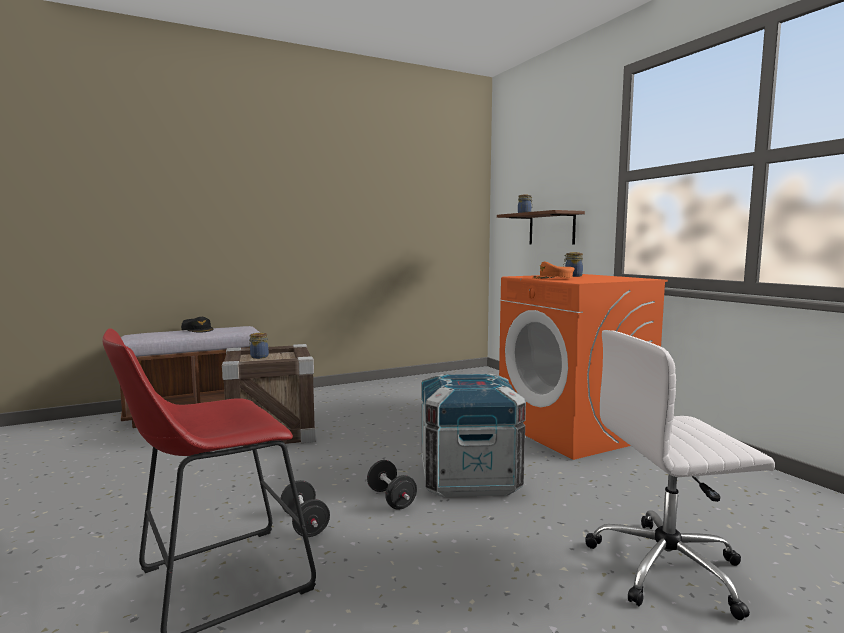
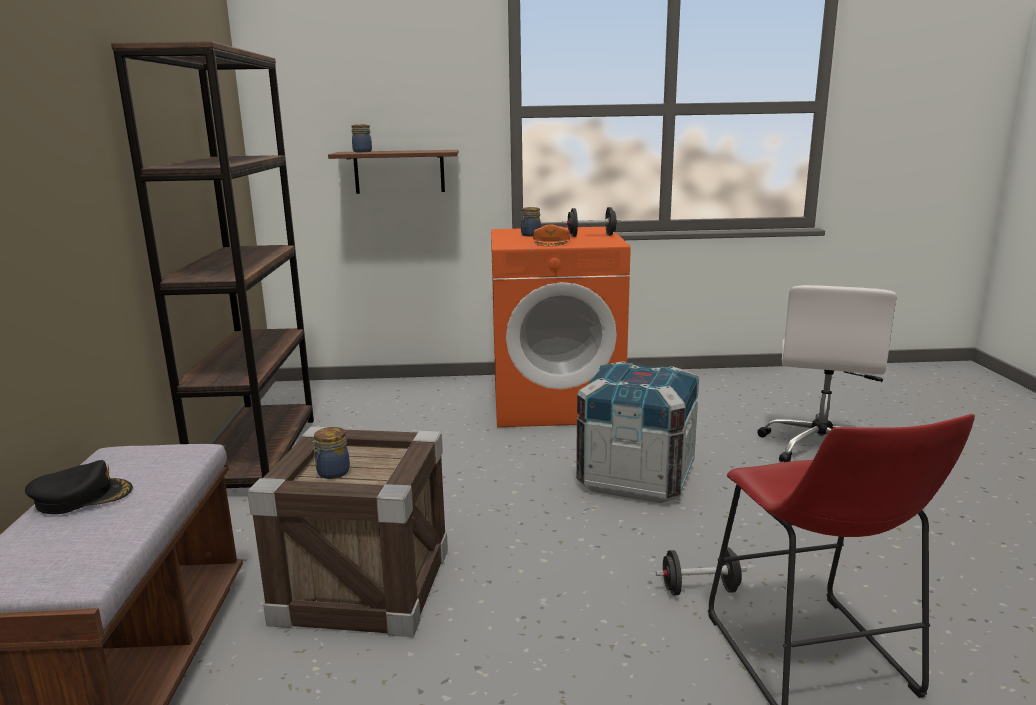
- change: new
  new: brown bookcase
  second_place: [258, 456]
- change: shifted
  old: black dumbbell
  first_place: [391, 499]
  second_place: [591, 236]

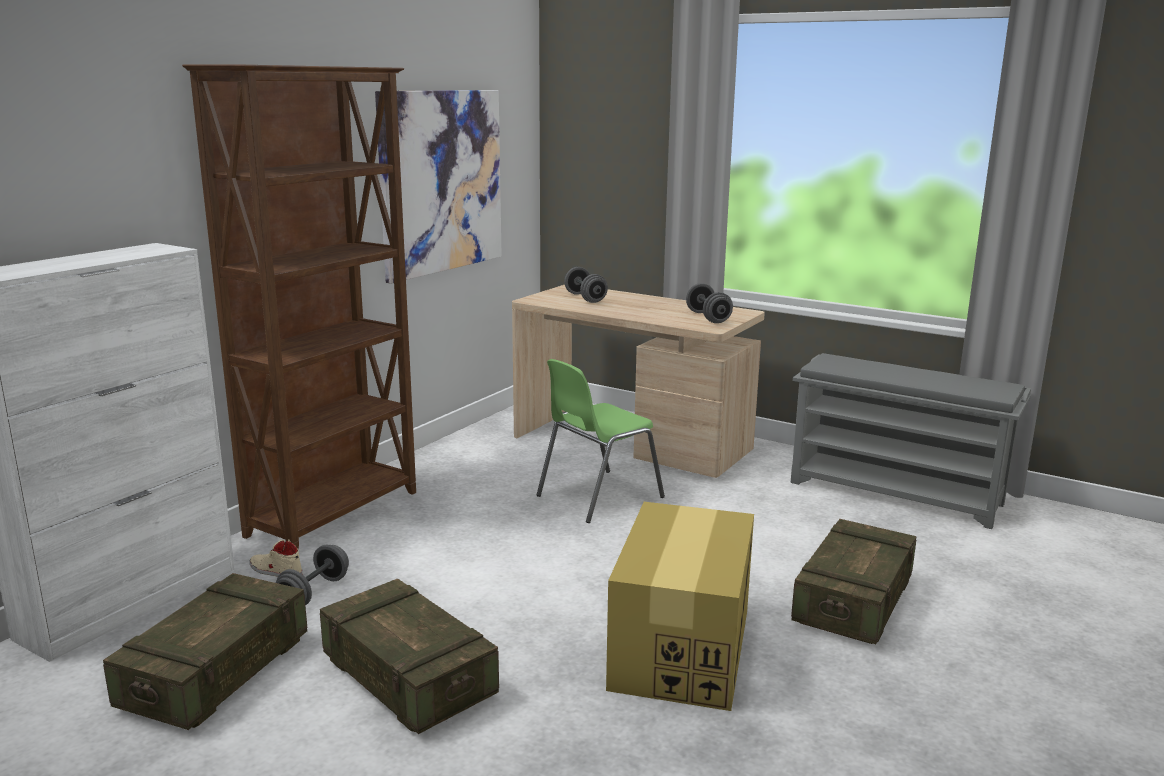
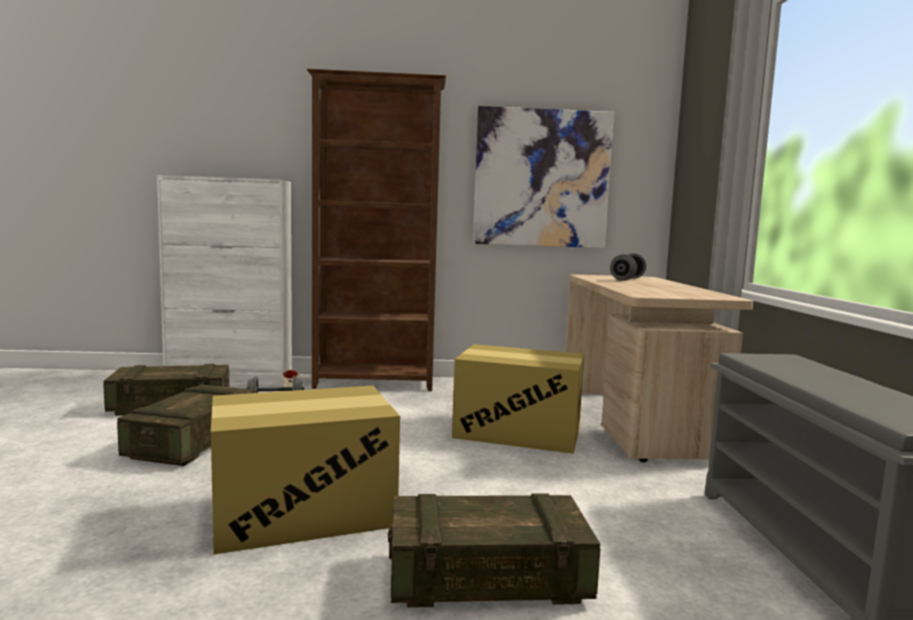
- change: swapped
  old: green chair
  new: cardboard box
  first_place: [597, 496]
  second_place: [517, 432]
- change: gone
  old: grey dumbbell
  first_place: [708, 317]

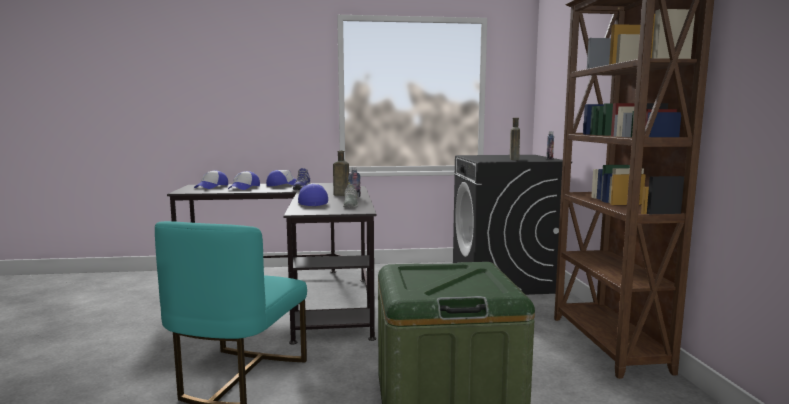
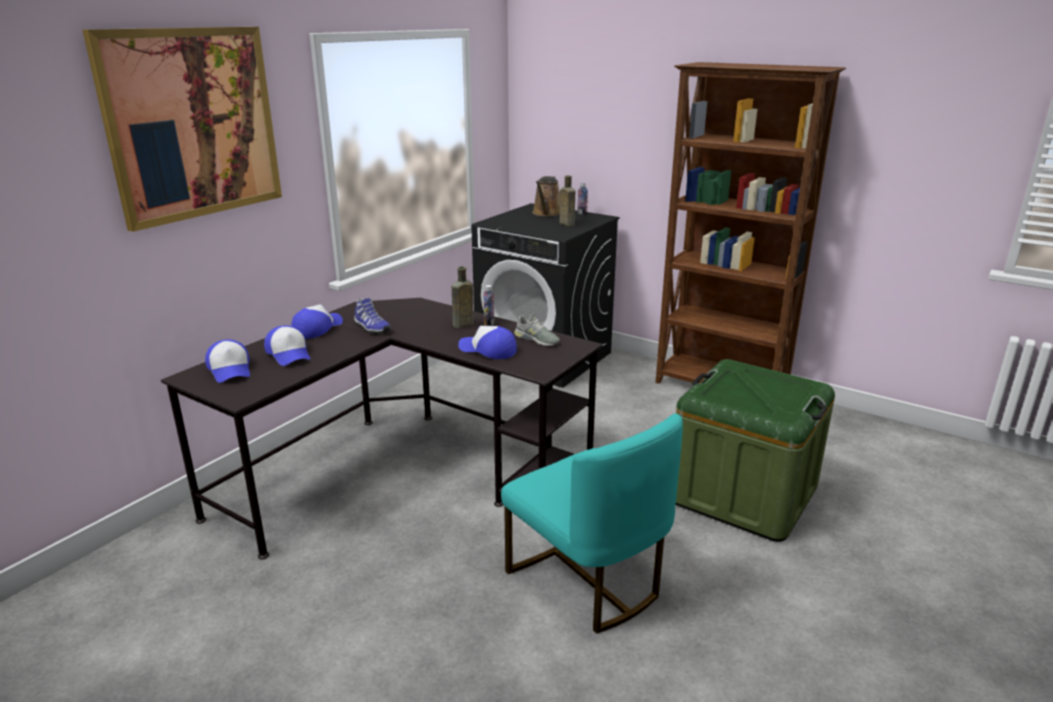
- change: new
  new: picture
  second_place: [193, 124]
- change: new
  new: brown watering can
  second_place: [547, 213]

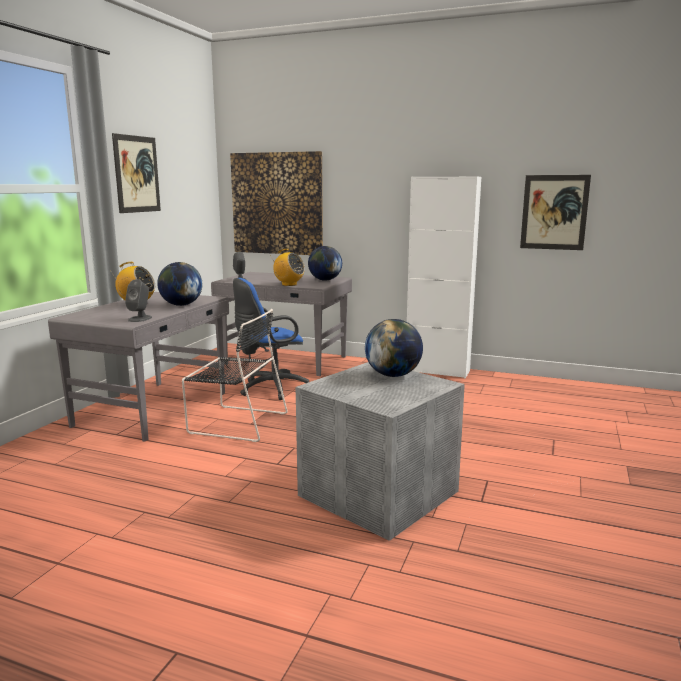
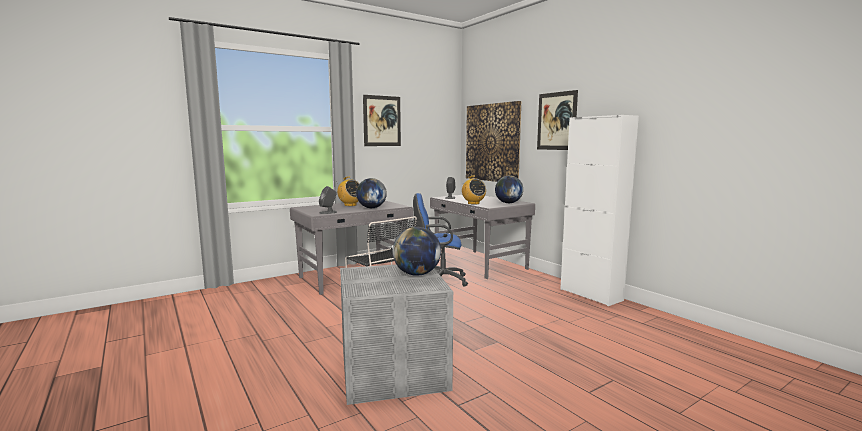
- change: shifted
  old: picture
  first_place: [554, 212]
  second_place: [556, 121]

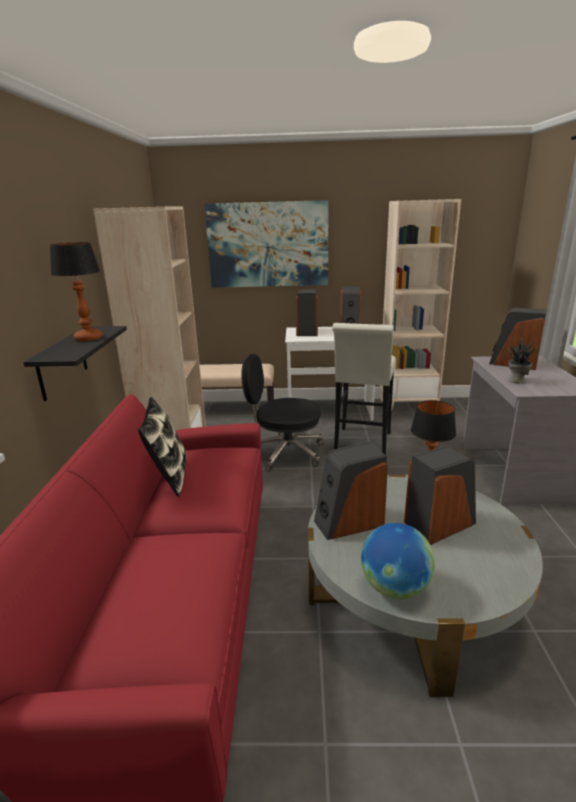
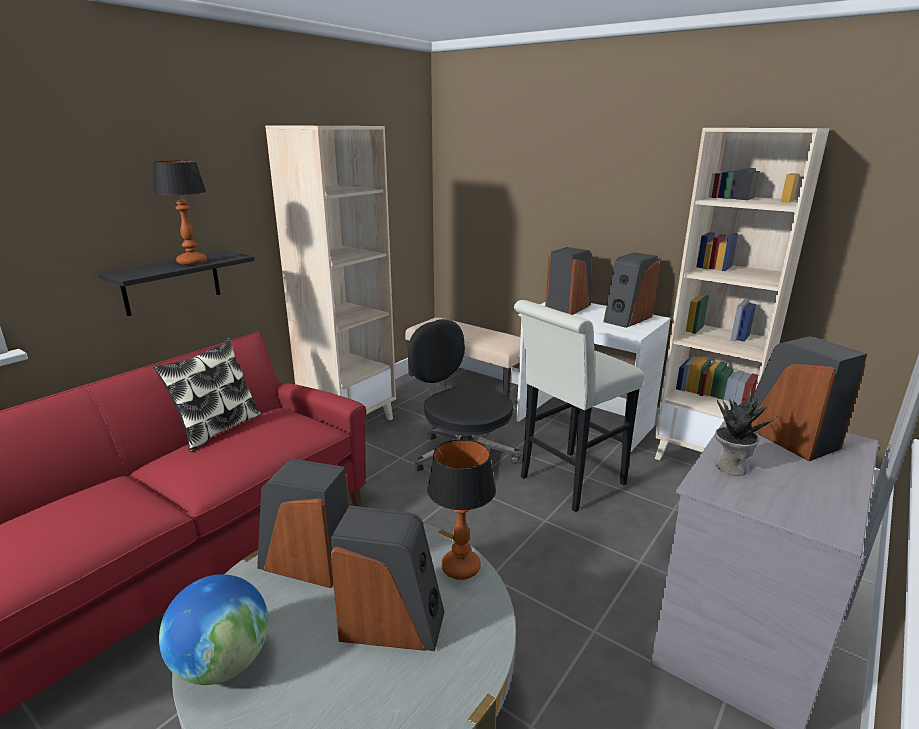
- change: gone
  old: picture
  first_place: [268, 245]

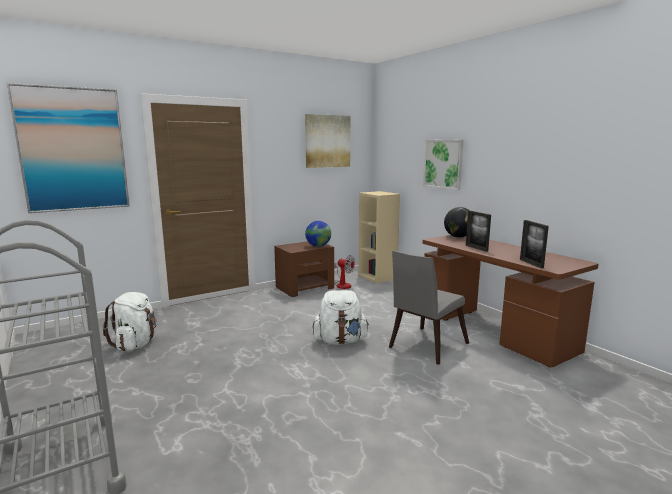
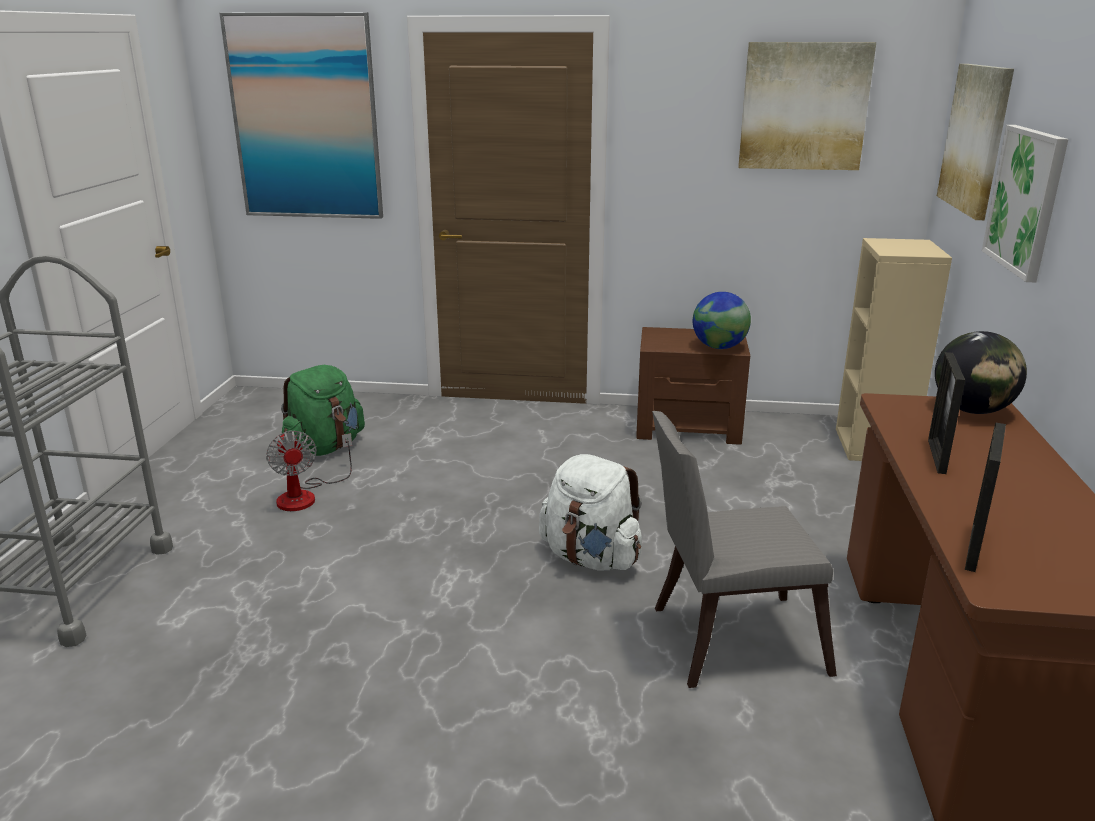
- change: shifted
  old: fan
  first_place: [342, 284]
  second_place: [306, 495]
- change: repainted
  old: white backpack
  new: green backpack
  first_place: [136, 344]
  second_place: [324, 448]
- change: new
  new: picture
  second_place: [975, 138]

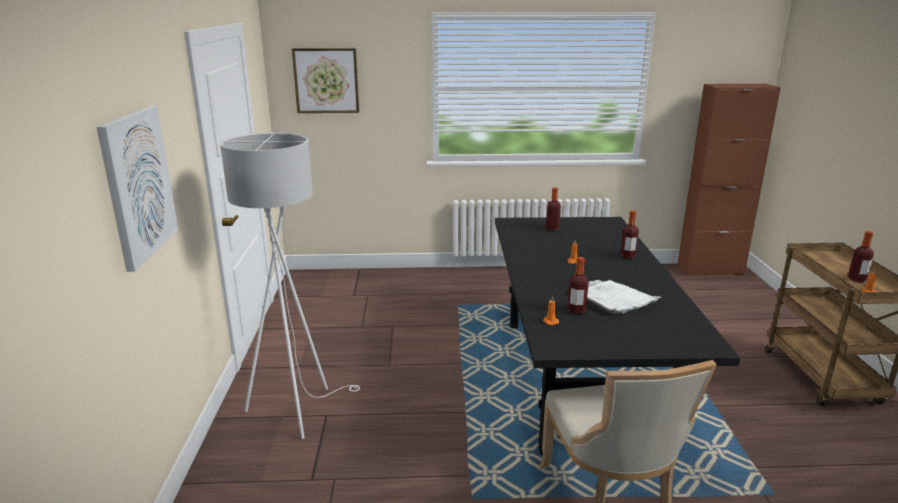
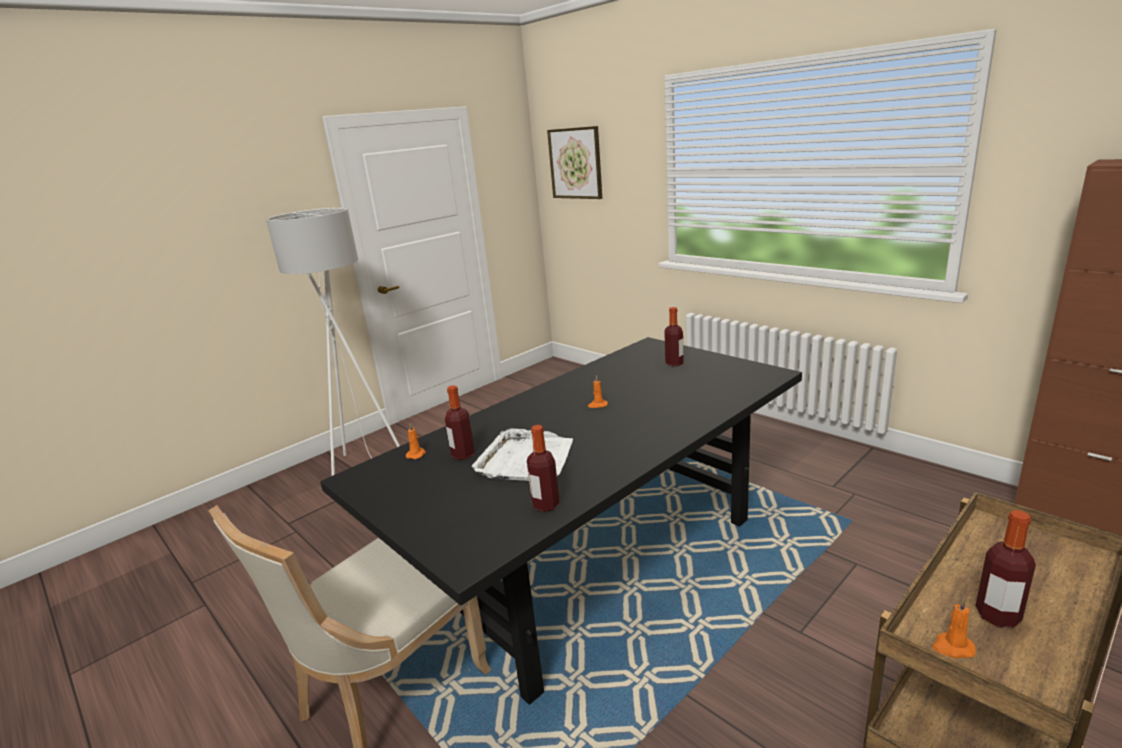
- change: shifted
  old: bottle
  first_place: [627, 256]
  second_place: [545, 505]
- change: gone
  old: picture
  first_place: [138, 185]

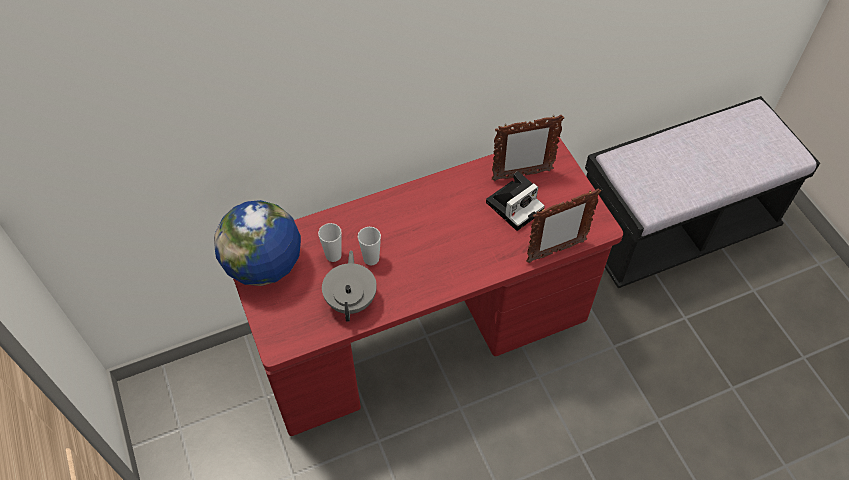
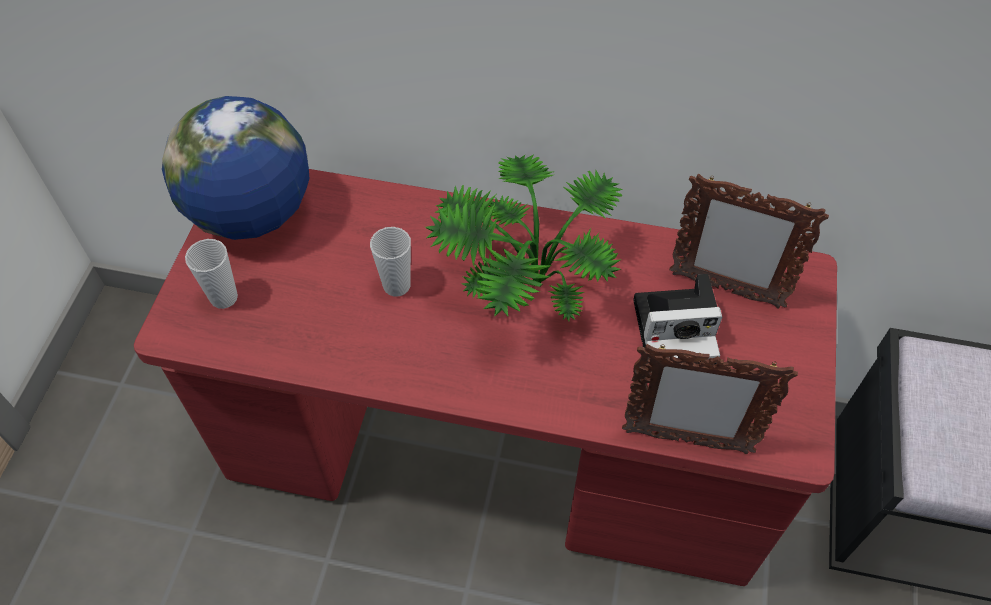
- change: shifted
  old: cup
  first_place: [333, 255]
  second_place: [224, 297]
- change: new
  new: potted plant
  second_place: [524, 282]
- change: gone
  old: grey teapot
  first_place: [351, 300]

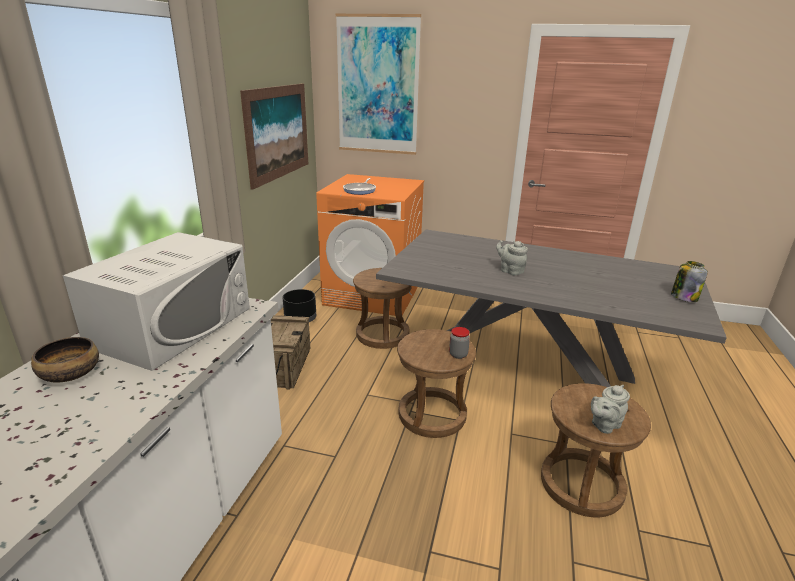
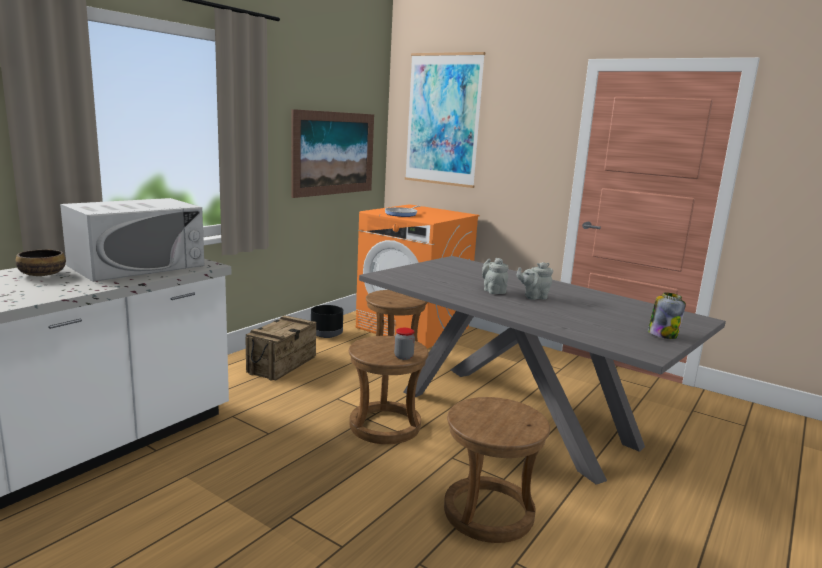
- change: shifted
  old: grey teapot
  first_place: [604, 425]
  second_place: [533, 297]

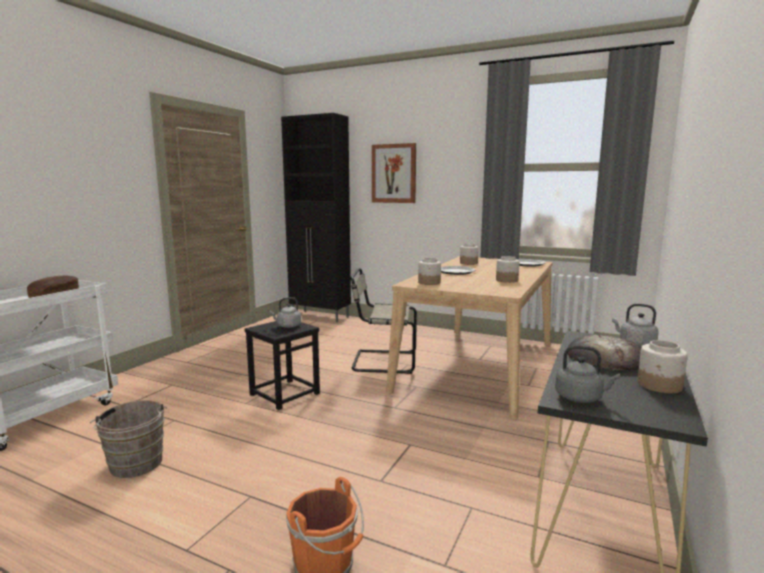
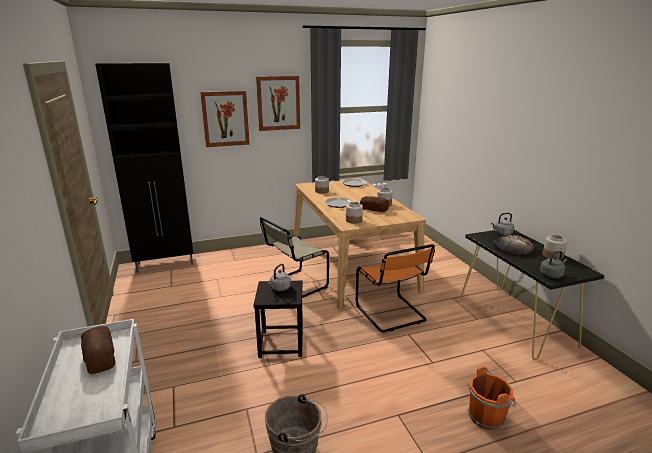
- change: new
  new: picture
  second_place: [278, 103]
- change: new
  new: orange chair
  second_place: [392, 314]
- change: new
  new: bread
  second_place: [374, 209]

